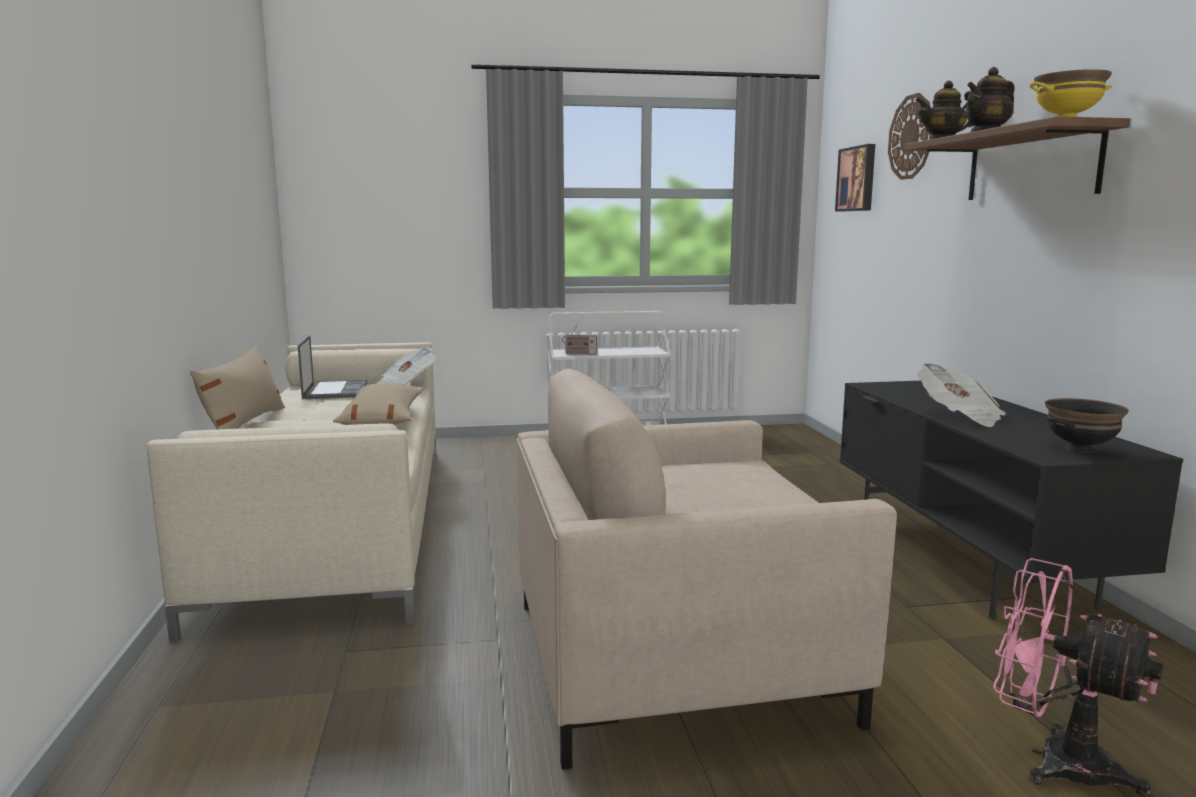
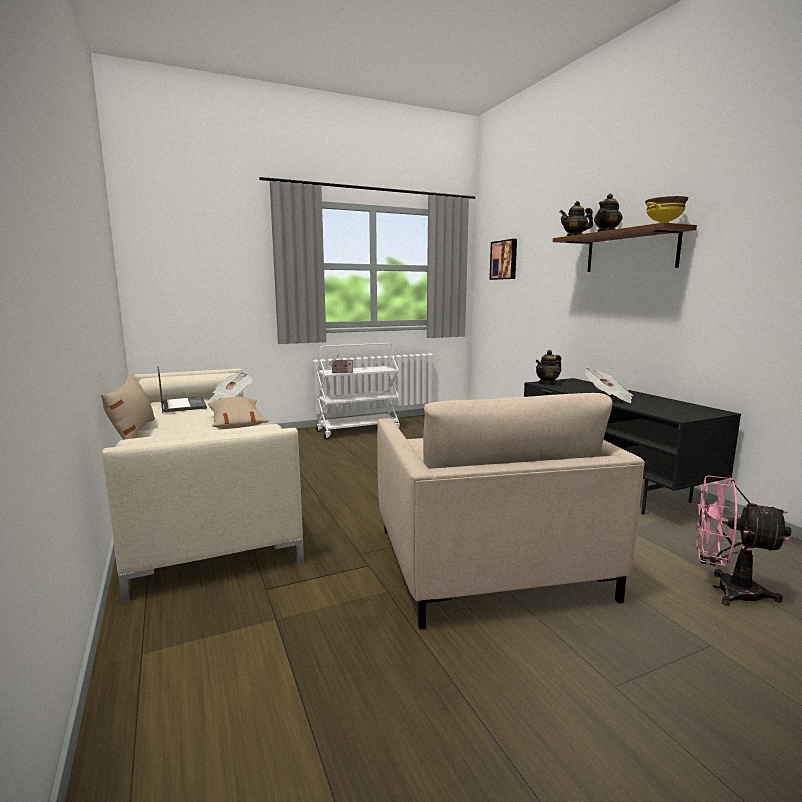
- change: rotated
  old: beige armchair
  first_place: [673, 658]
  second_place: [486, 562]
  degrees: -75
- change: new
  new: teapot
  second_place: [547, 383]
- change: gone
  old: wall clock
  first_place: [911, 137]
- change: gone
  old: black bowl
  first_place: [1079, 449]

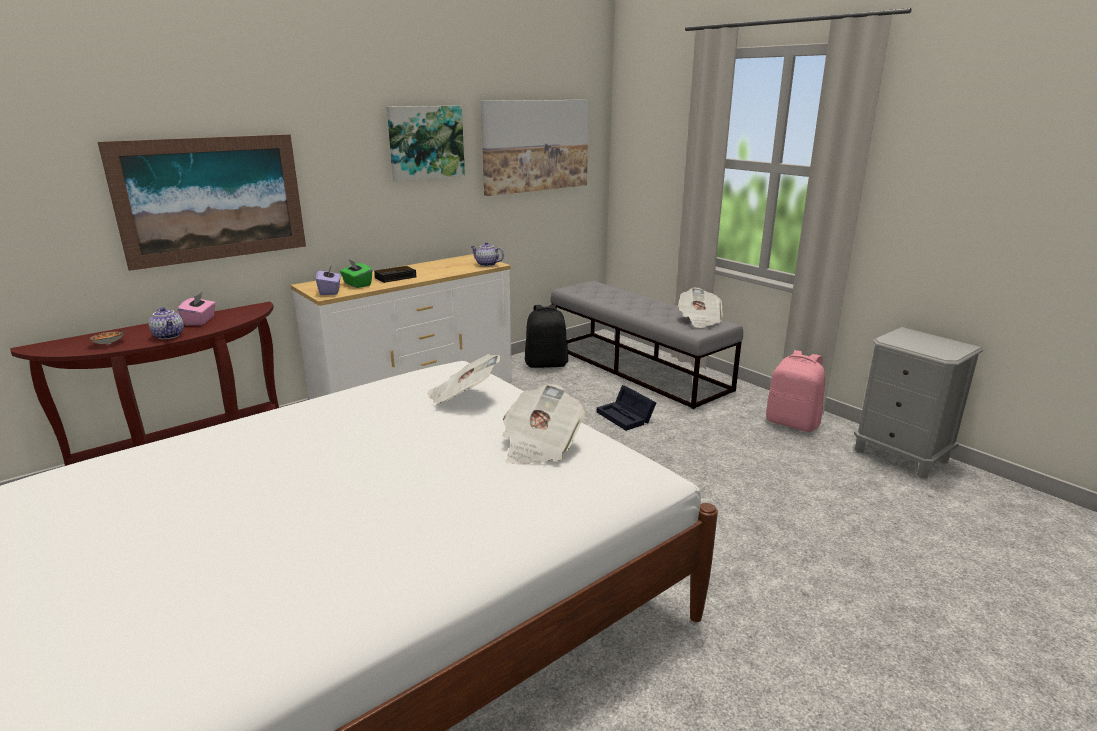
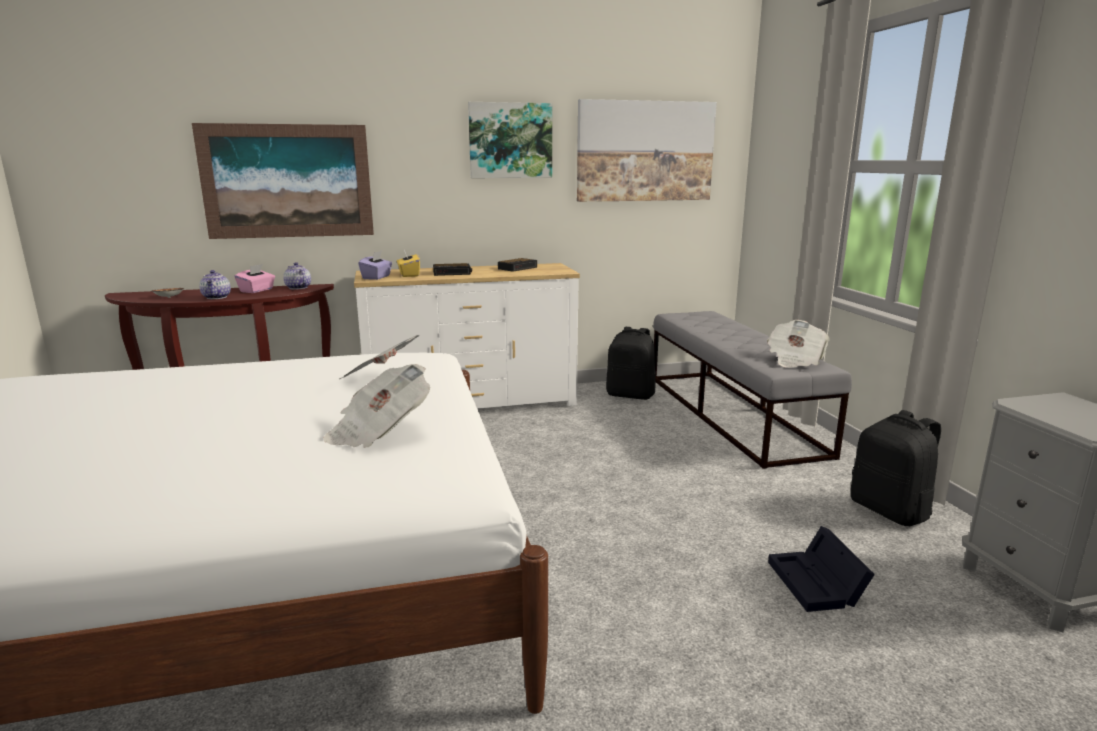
- change: shifted
  old: teapot
  first_place: [486, 264]
  second_place: [297, 288]
- change: repainted
  old: green tissue box
  new: yellow tissue box
  first_place: [357, 284]
  second_place: [409, 275]
- change: new
  new: alarm clock
  second_place: [518, 268]
- change: shifted
  old: black storage box
  first_place: [626, 417]
  second_place: [818, 584]
- change: repainted
  old: pink backpack
  new: black backpack
  first_place: [792, 423]
  second_place: [890, 511]

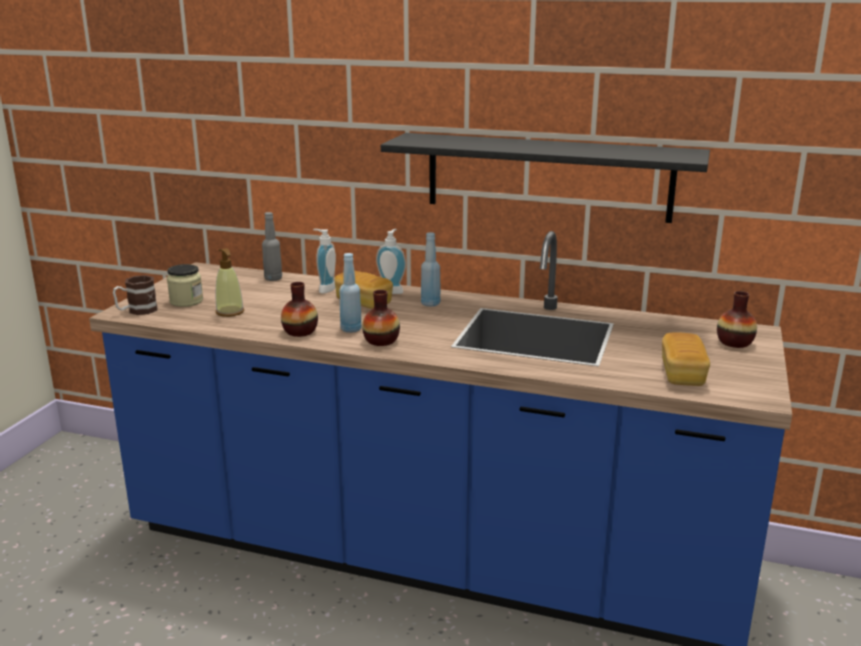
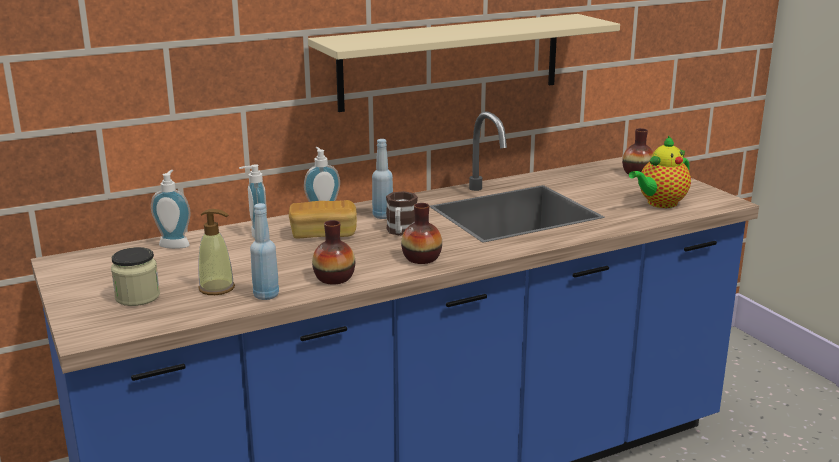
- change: swapped
  old: grey bottle
  new: soap dispenser
  first_place: [273, 278]
  second_place: [175, 244]
- change: shifted
  old: blue bottle
  first_place: [351, 329]
  second_place: [266, 295]
- change: repainted
  old: black shelf
  new: beige shelf
  first_place: [547, 177]
  second_place: [451, 61]
- change: shifted
  old: mug
  first_place: [137, 311]
  second_place: [401, 232]
- change: swapped
  old: bread
  new: teapot
  first_place: [682, 374]
  second_place: [659, 203]

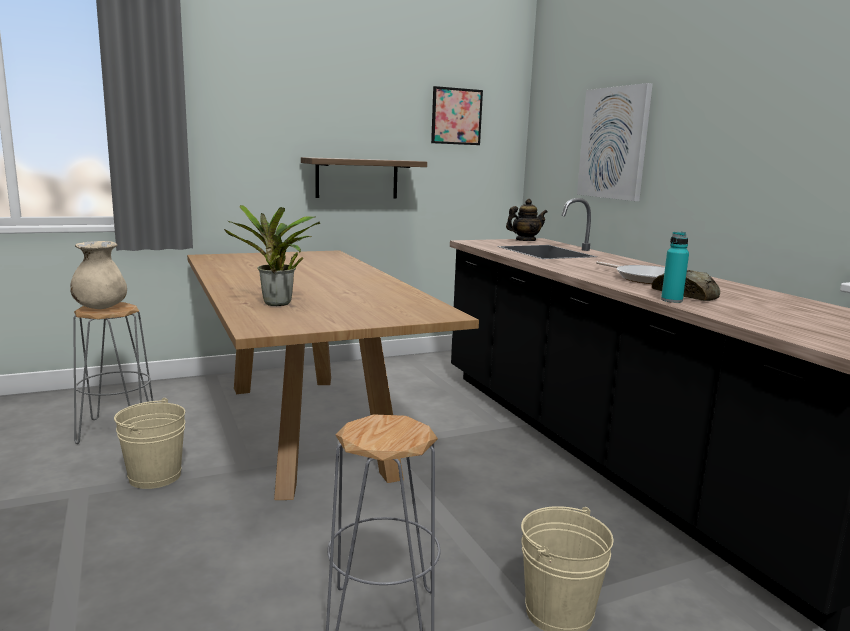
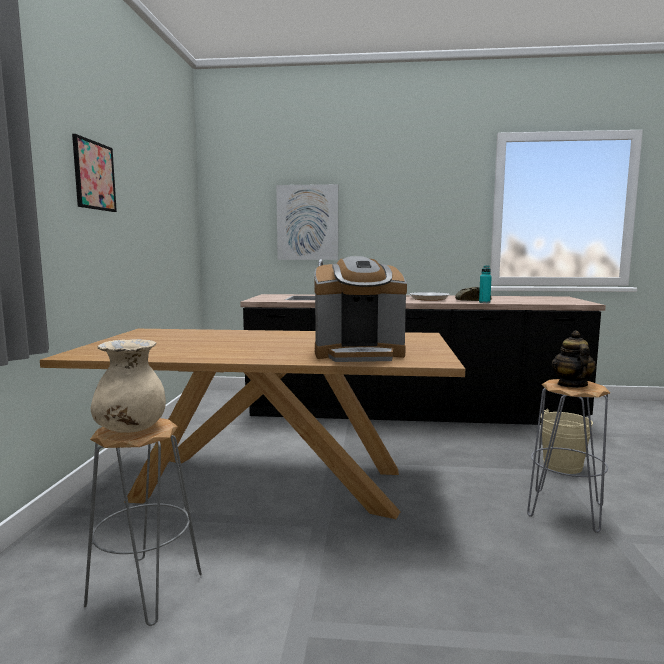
- change: shifted
  old: picture
  first_place: [456, 116]
  second_place: [94, 175]
- change: swapped
  old: potted plant
  new: coffee machine
  first_place: [277, 304]
  second_place: [359, 354]
- change: shifted
  old: teapot
  first_place: [525, 241]
  second_place: [571, 385]
- change: gone
  old: beige bucket
  first_place: [155, 476]
- change: gone
  old: shelf
  first_place: [357, 178]

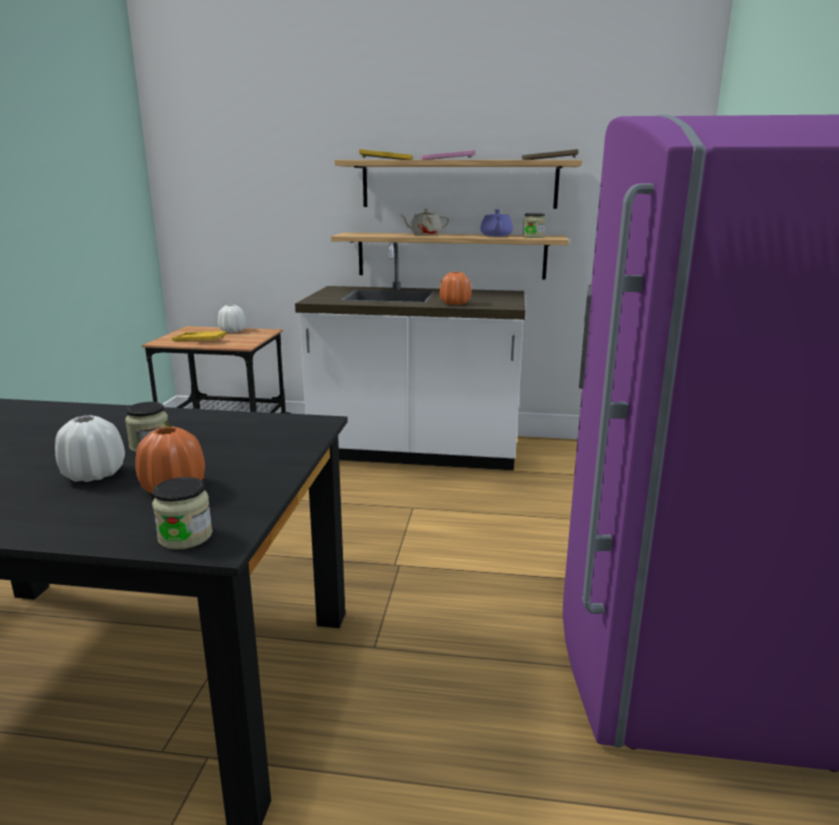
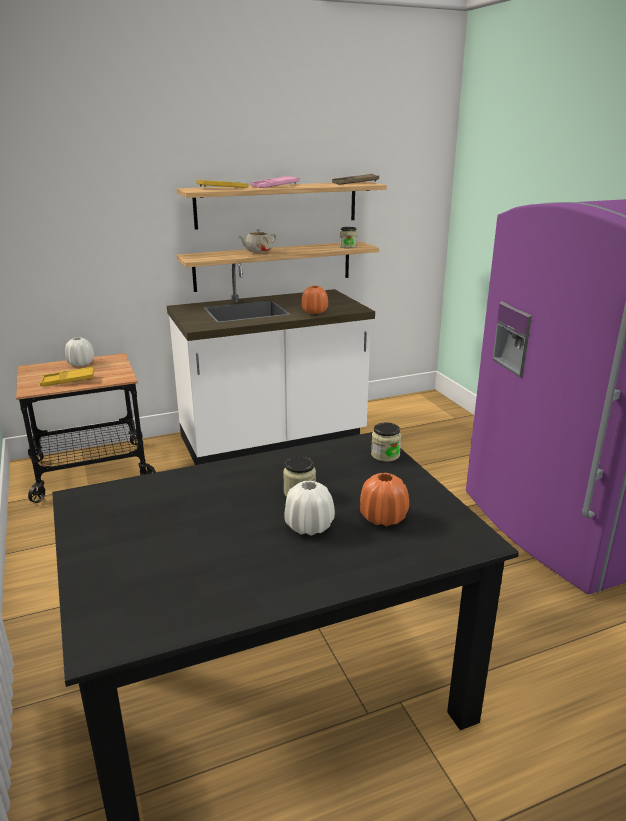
- change: shifted
  old: jar
  first_place: [185, 536]
  second_place: [385, 455]
- change: gone
  old: purple teapot
  first_place: [496, 236]

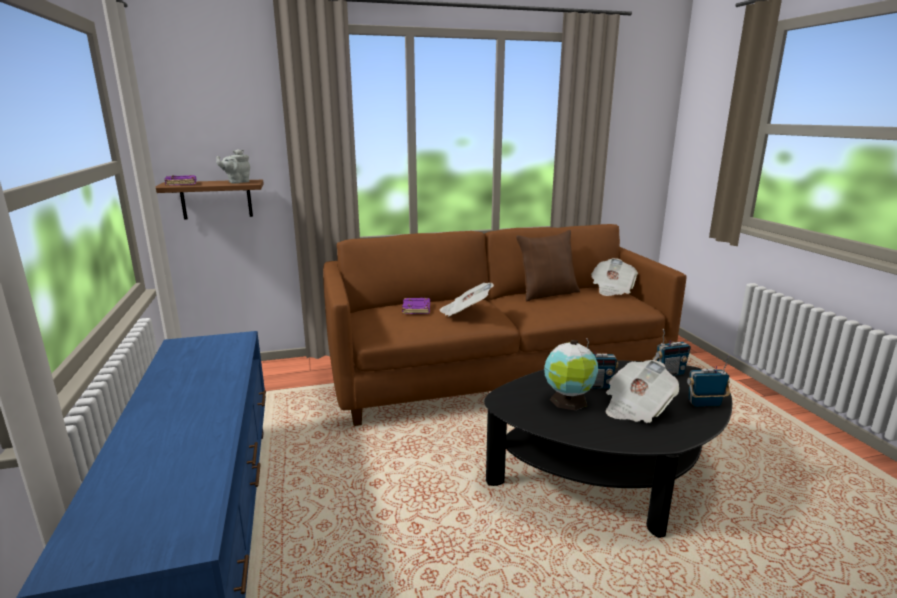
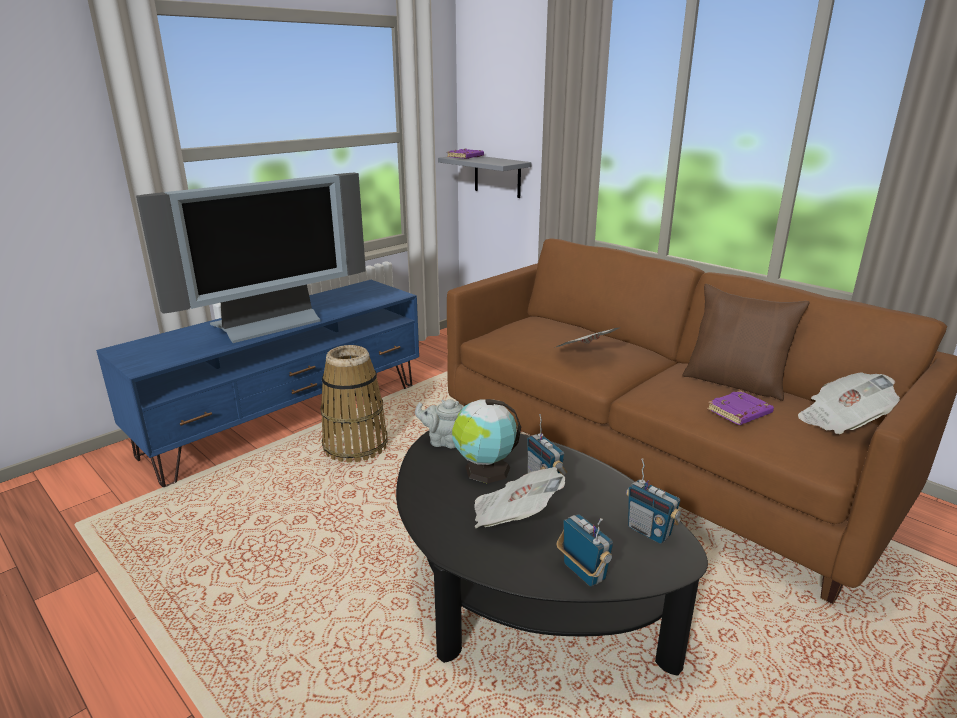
- change: new
  new: television
  second_place: [269, 325]
- change: new
  new: basket
  second_place: [355, 446]
- change: shifted
  old: grey teapot
  first_place: [237, 182]
  second_place: [443, 441]
- change: repainted
  old: brown shelf
  new: grey shelf
  first_place: [216, 199]
  second_place: [497, 176]
- change: shifted
  old: purple book
  first_place: [417, 309]
  second_place: [739, 413]

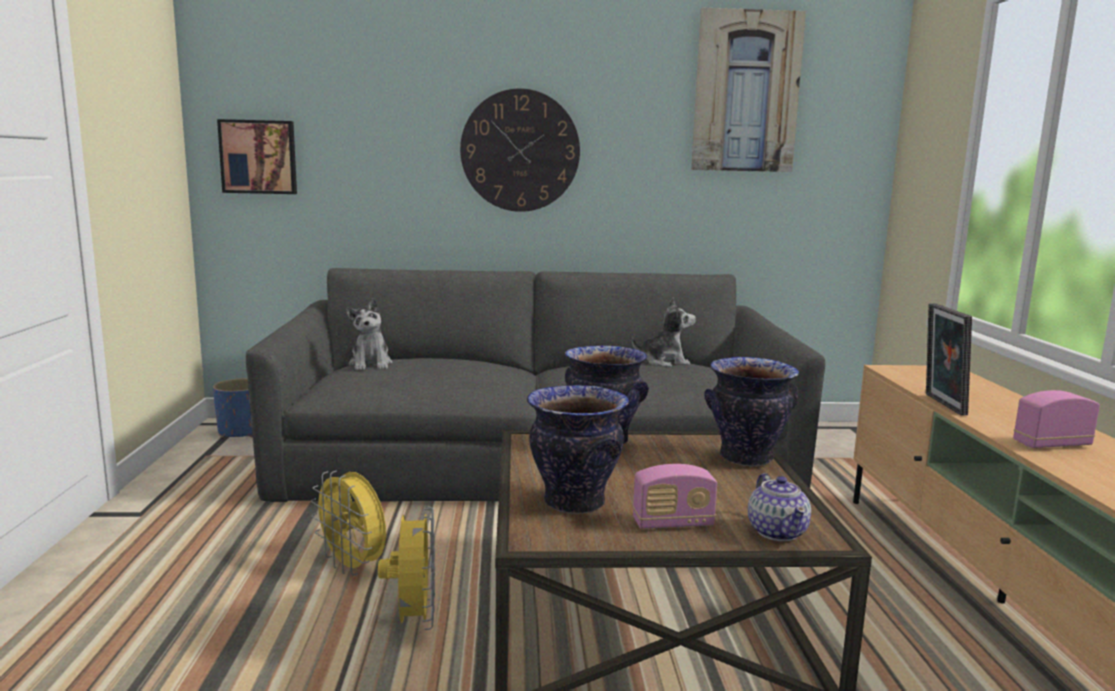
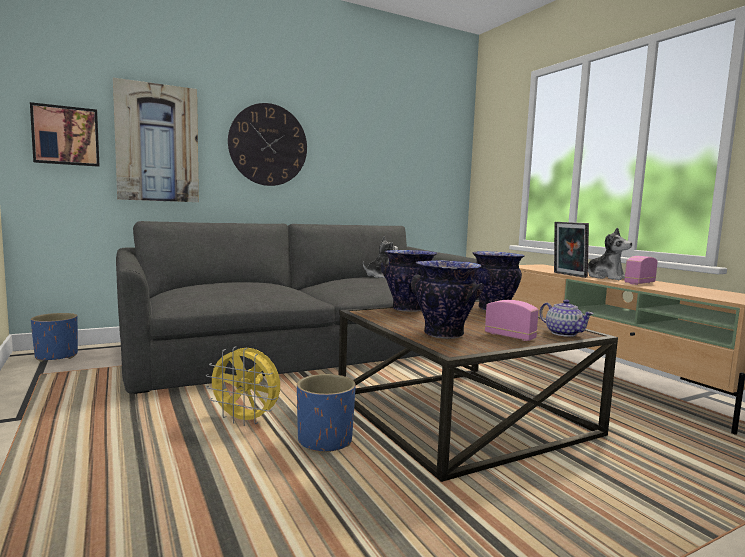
- change: shifted
  old: picture
  first_place: [746, 92]
  second_place: [157, 143]
- change: swapped
  old: yellow fan
  new: blue planter
  first_place: [414, 620]
  second_place: [324, 441]
- change: rotated
  old: radio
  first_place: [673, 523]
  second_place: [510, 336]
  degrees: -105
- change: shifted
  old: plush toy
  first_place: [371, 364]
  second_place: [606, 277]

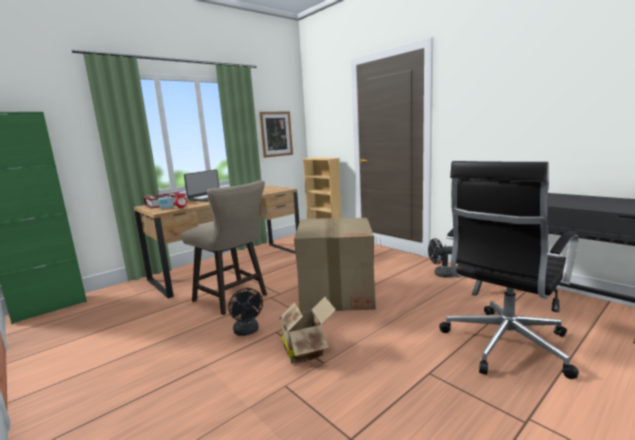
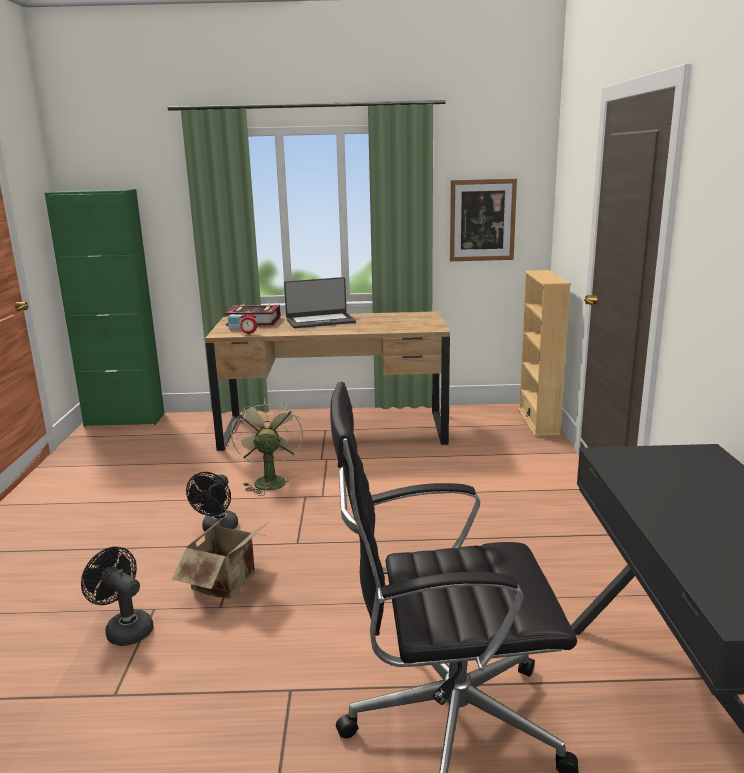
- change: shifted
  old: black fan
  first_place: [441, 274]
  second_place: [125, 629]
- change: swapped
  old: beige stool
  new: green fan
  first_place: [234, 299]
  second_place: [268, 480]
- change: gone
  old: cardboard box
  first_place: [337, 293]

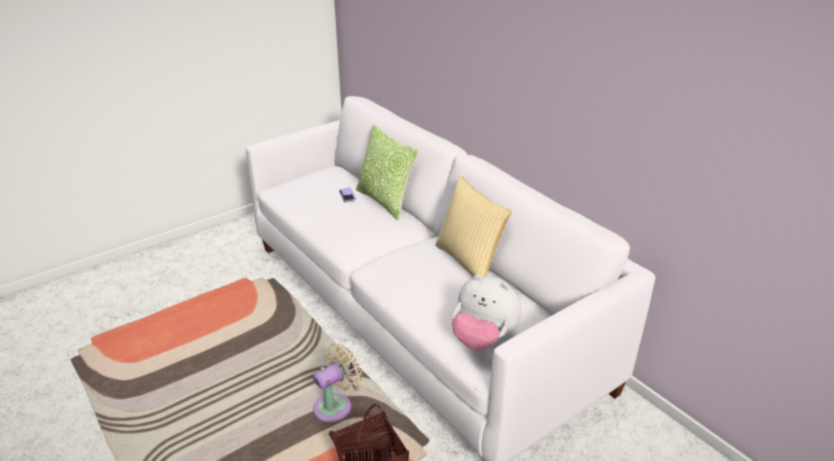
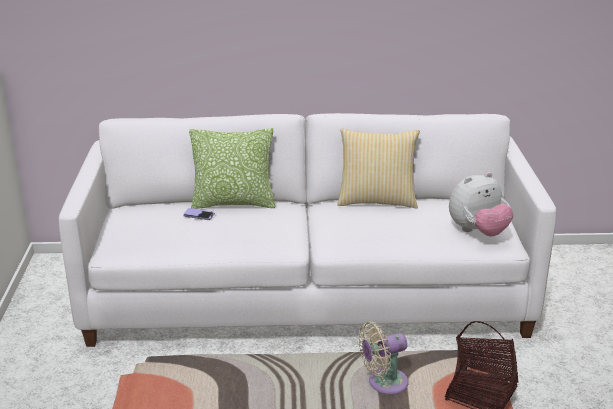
- change: rotated
  old: beige fan
  first_place: [336, 406]
  second_place: [384, 383]
  degrees: -105

